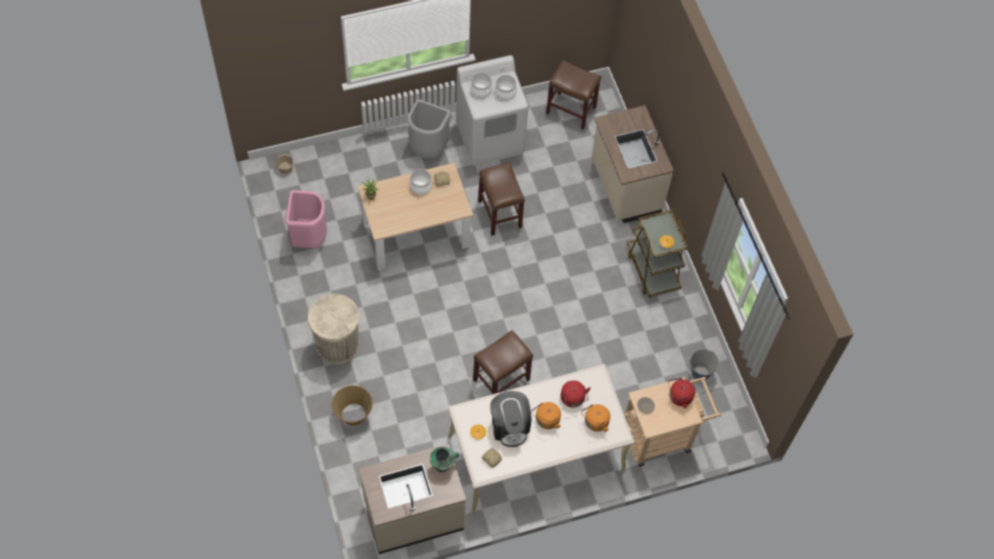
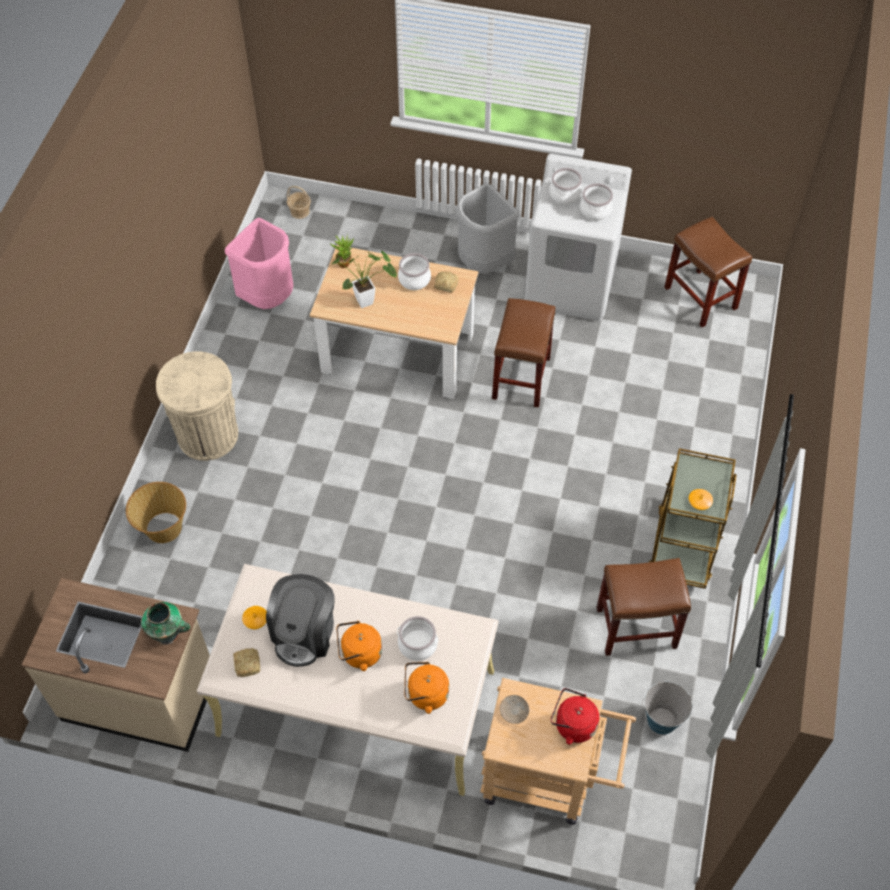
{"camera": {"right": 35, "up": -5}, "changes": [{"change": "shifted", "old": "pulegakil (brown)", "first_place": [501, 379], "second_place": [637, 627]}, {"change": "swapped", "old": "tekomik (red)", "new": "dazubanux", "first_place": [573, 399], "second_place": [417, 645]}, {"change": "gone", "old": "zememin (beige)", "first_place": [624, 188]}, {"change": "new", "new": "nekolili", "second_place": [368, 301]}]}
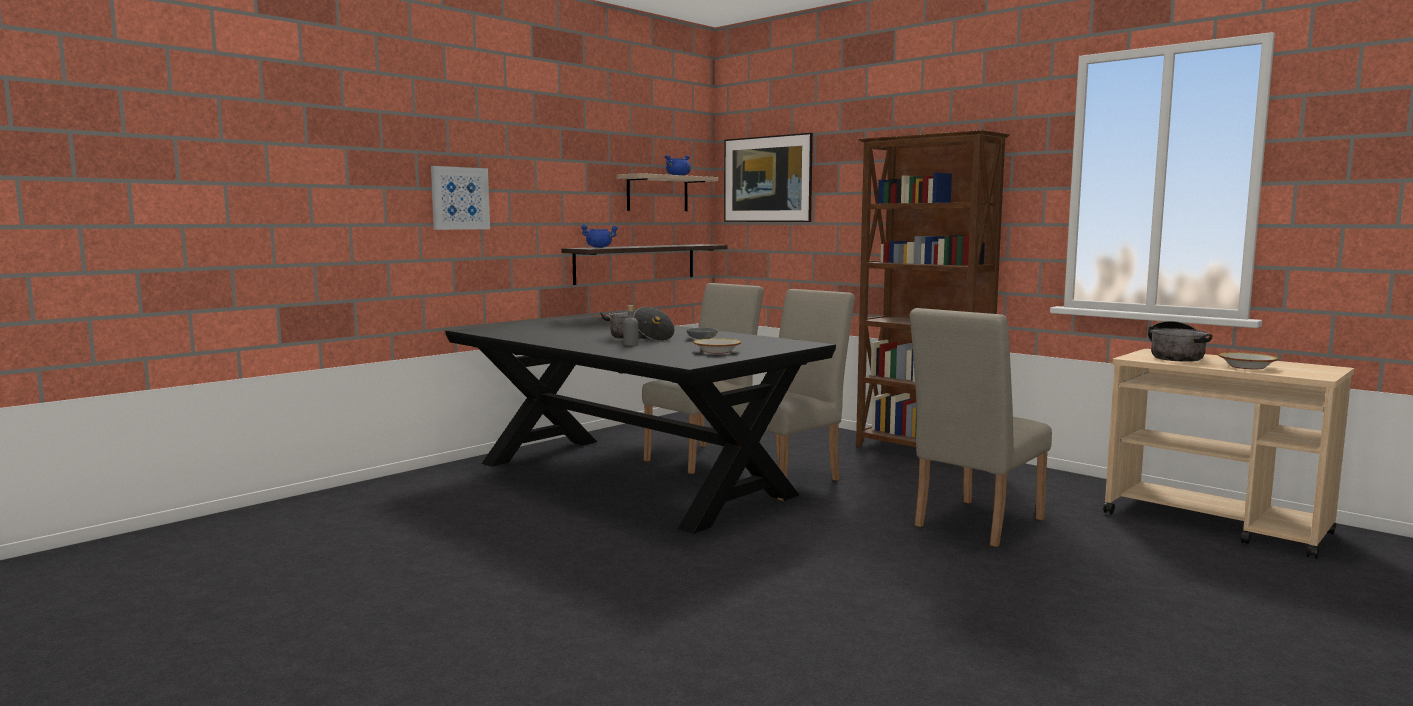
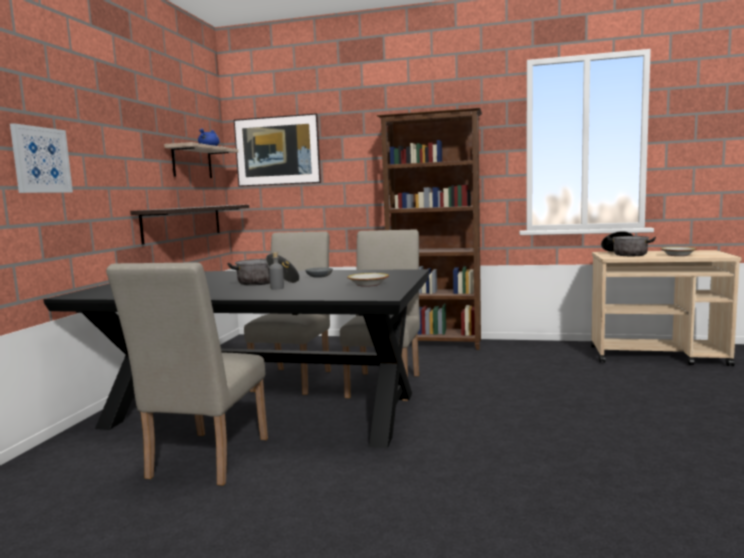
{"camera": {"right": -30, "up": 0}, "changes": [{"change": "gone", "old": "dazubanux (blue)", "first_place": [599, 247]}, {"change": "shifted", "old": "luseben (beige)", "first_place": [973, 525], "second_place": [203, 462]}]}
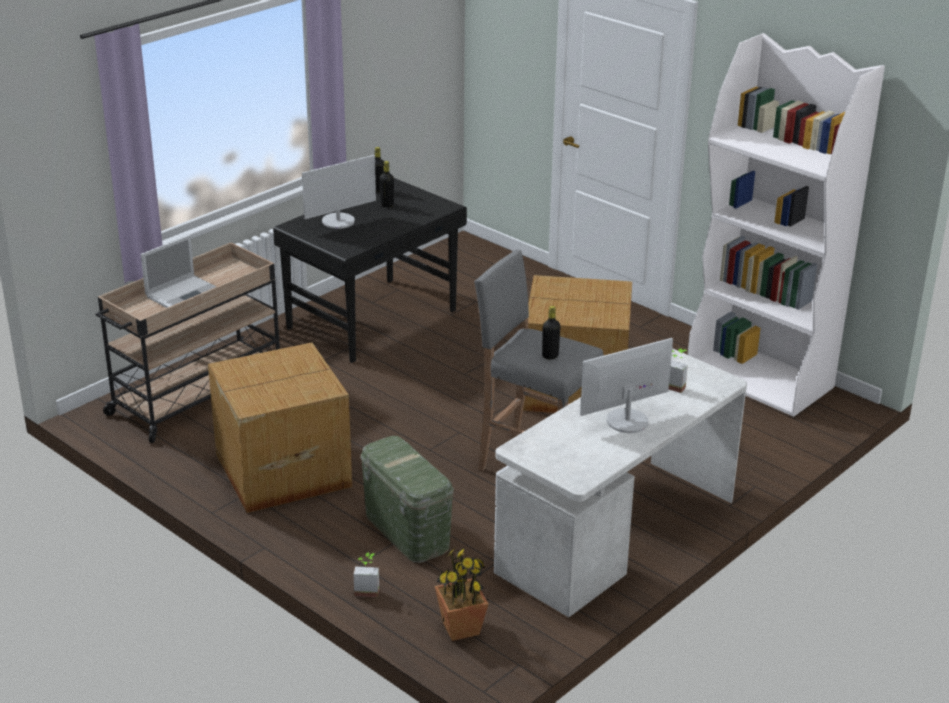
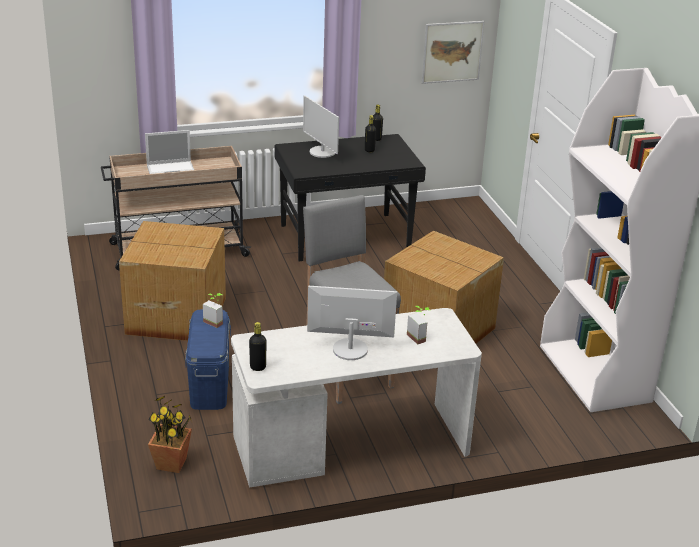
{"camera": {"right": 30, "up": 0}, "changes": [{"change": "rotated", "old": "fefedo", "first_place": [338, 221], "second_place": [322, 152], "degrees": 60}, {"change": "shifted", "old": "nekolili", "first_place": [367, 589], "second_place": [215, 321]}, {"change": "repainted", "old": "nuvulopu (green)", "new": "nuvulopu (blue)", "first_place": [406, 531], "second_place": [209, 385]}, {"change": "shifted", "old": "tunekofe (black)", "first_place": [550, 356], "second_place": [258, 367]}, {"change": "new", "new": "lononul", "second_place": [452, 52]}]}
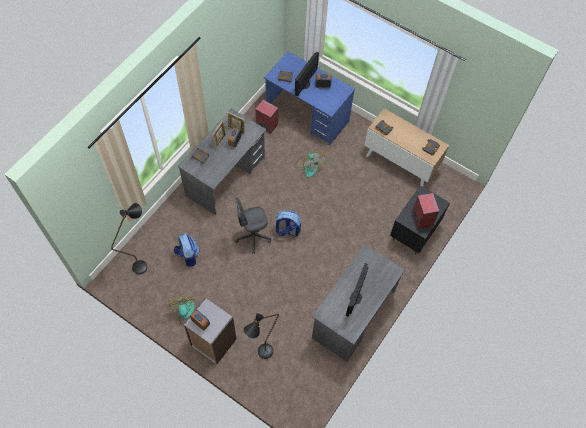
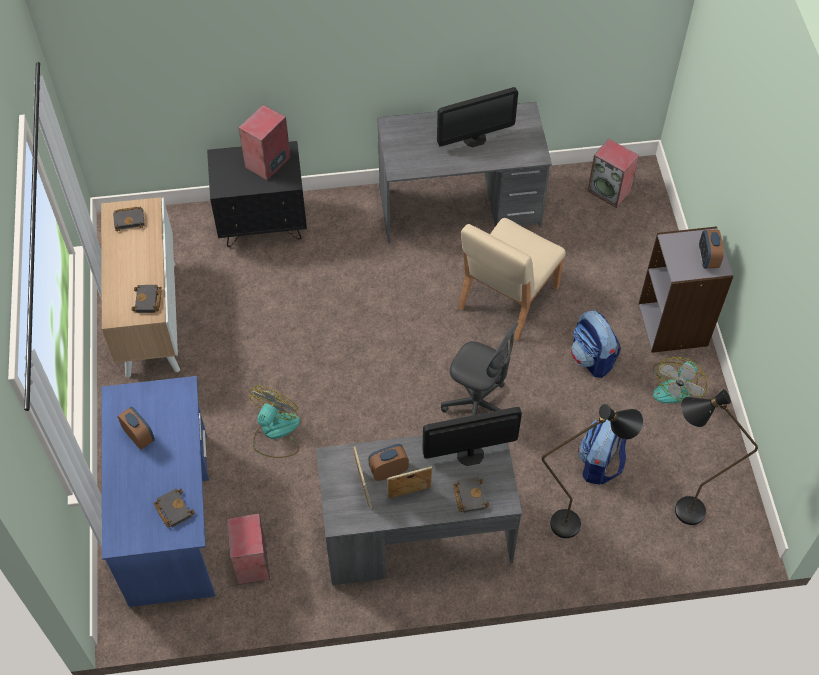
{"camera": {"right": -130, "up": -5}, "changes": [{"change": "shifted", "old": "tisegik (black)", "first_place": [261, 356], "second_place": [577, 523]}, {"change": "shifted", "old": "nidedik", "first_place": [287, 230], "second_place": [592, 359]}, {"change": "shifted", "old": "fefedo", "first_place": [305, 84], "second_place": [470, 455]}, {"change": "new", "new": "luseben (beige)", "second_place": [507, 298]}, {"change": "new", "new": "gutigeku", "second_place": [609, 191]}]}
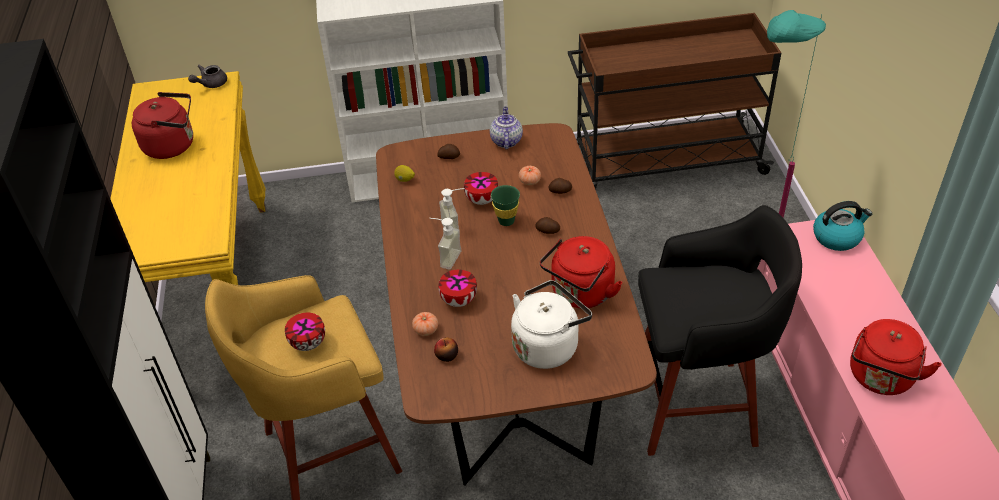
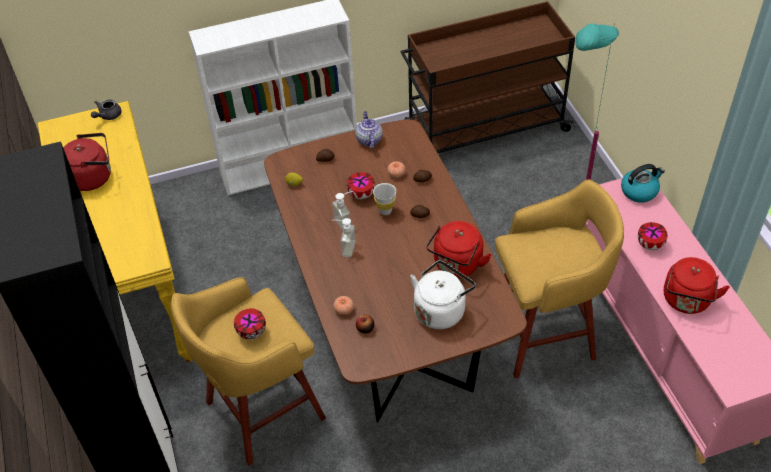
{"camera": {"right": -10, "up": 5}, "changes": [{"change": "shifted", "old": "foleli", "first_place": [458, 300], "second_place": [649, 245]}, {"change": "repainted", "old": "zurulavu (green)", "new": "zurulavu (white)", "first_place": [506, 221], "second_place": [385, 210]}, {"change": "repainted", "old": "pulegakil (black)", "new": "pulegakil (yellow)", "first_place": [697, 407], "second_place": [545, 334]}]}
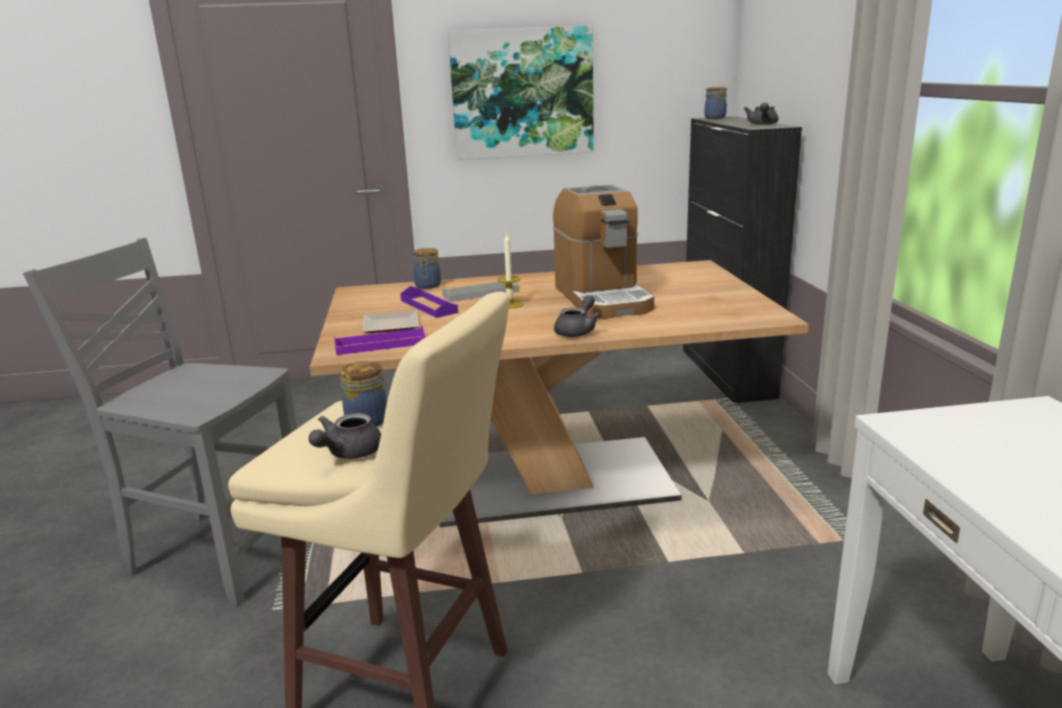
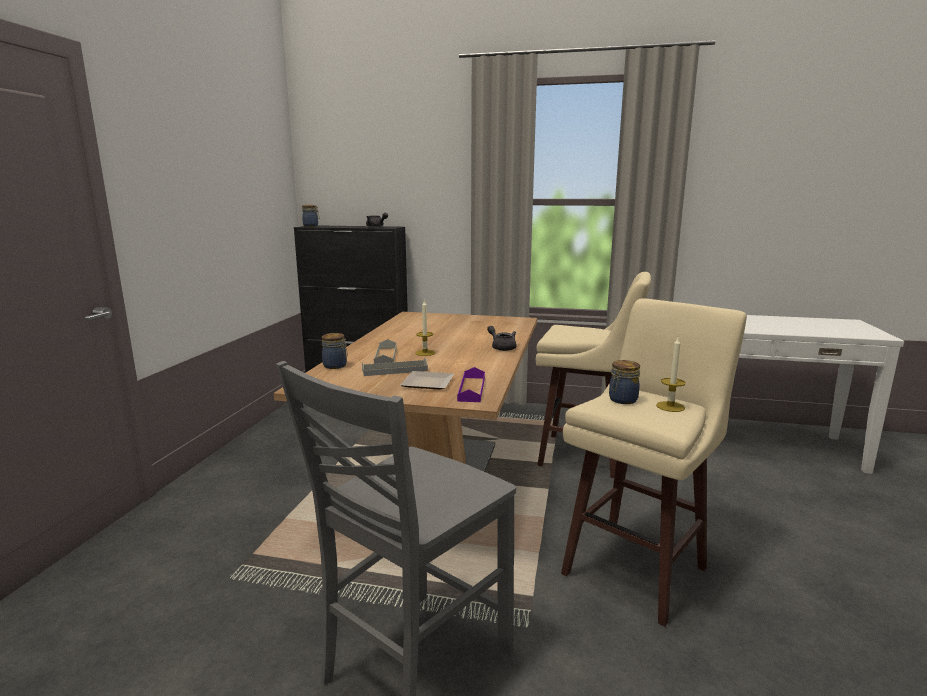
{"camera": {"right": -70, "up": -5}, "changes": [{"change": "swapped", "old": "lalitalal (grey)", "new": "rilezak", "first_place": [348, 453], "second_place": [670, 406]}, {"change": "repainted", "old": "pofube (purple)", "new": "pofube (grey)", "first_place": [428, 306], "second_place": [394, 370]}, {"change": "gone", "old": "lononul", "first_place": [522, 93]}, {"change": "gone", "old": "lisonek", "first_place": [602, 298]}, {"change": "new", "new": "pulegakil (beige)", "second_place": [584, 456]}]}
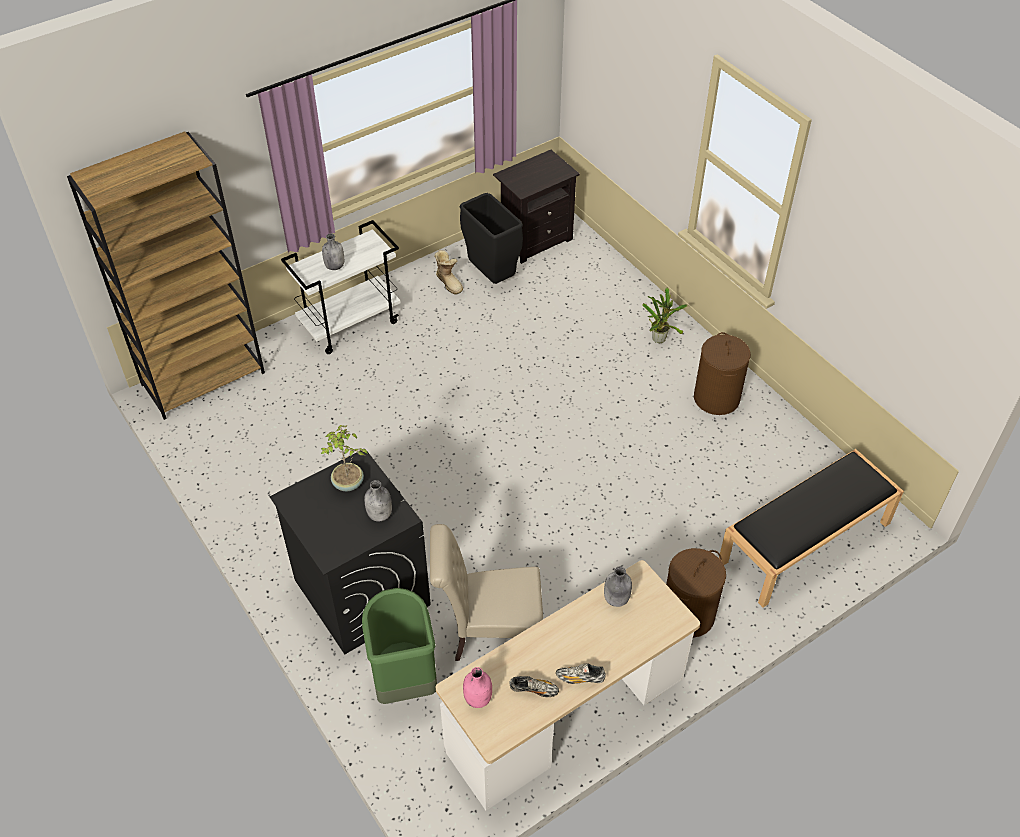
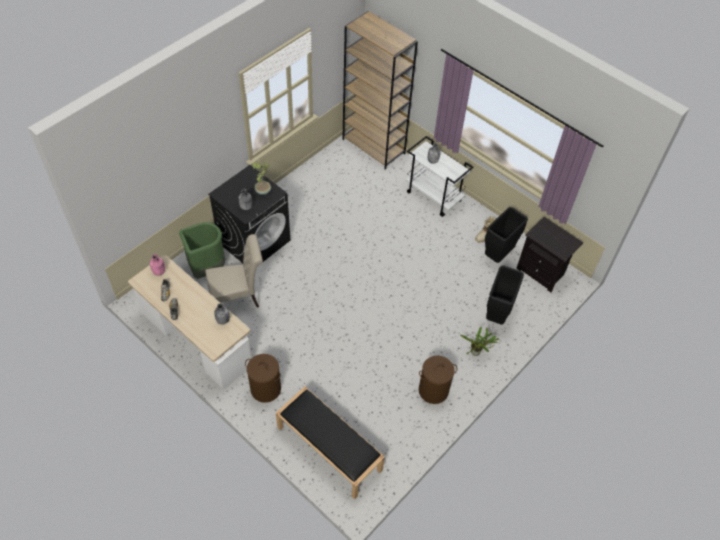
{"camera": {"right": 75, "up": 5}, "changes": [{"change": "rotated", "old": "luseben (beige)", "first_place": [489, 634], "second_place": [238, 299], "degrees": 90}, {"change": "new", "new": "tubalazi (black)", "second_place": [497, 314]}]}
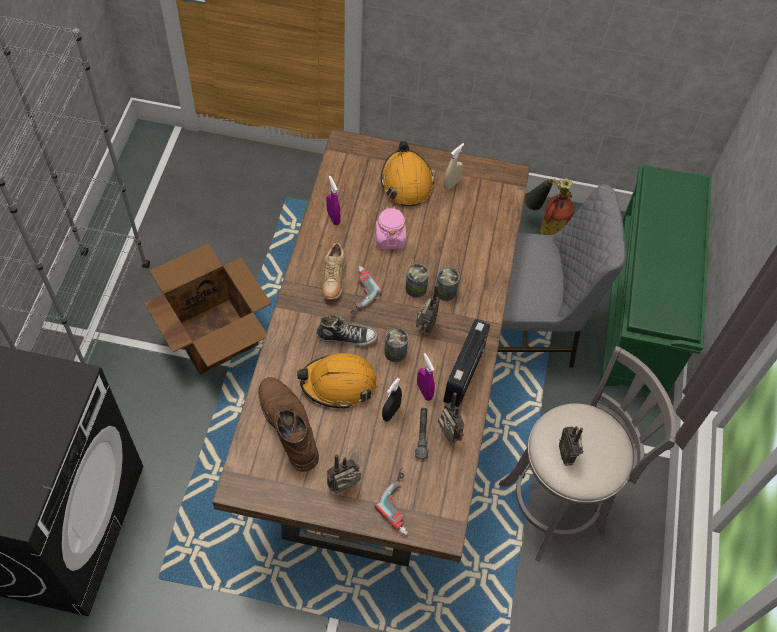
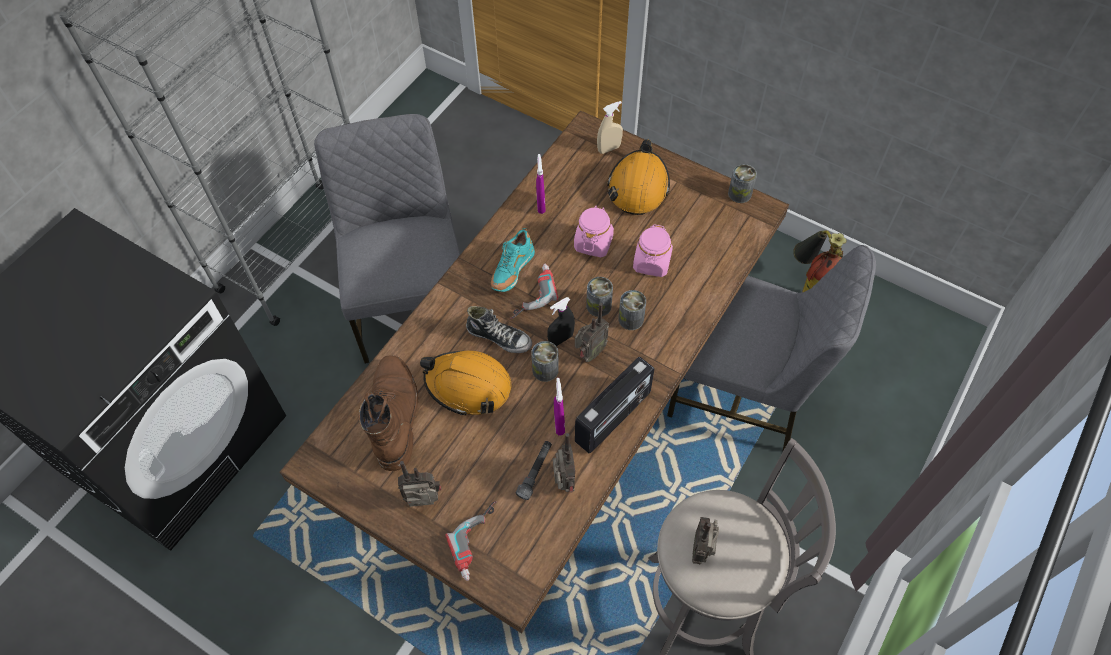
{"camera": {"right": 25, "up": 0}, "changes": [{"change": "swapped", "old": "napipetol", "new": "luseben (grey)", "first_place": [214, 335], "second_place": [412, 303]}, {"change": "repainted", "old": "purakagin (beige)", "new": "purakagin (turquoise)", "first_place": [333, 280], "second_place": [512, 272]}, {"change": "shifted", "old": "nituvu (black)", "first_place": [391, 412], "second_place": [561, 339]}, {"change": "shifted", "old": "nituvu (beige)", "first_place": [452, 184], "second_place": [609, 149]}, {"change": "gone", "old": "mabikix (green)", "first_place": [639, 315]}, {"change": "new", "new": "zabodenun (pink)", "second_place": [652, 263]}, {"change": "new", "new": "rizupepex", "second_place": [739, 194]}]}
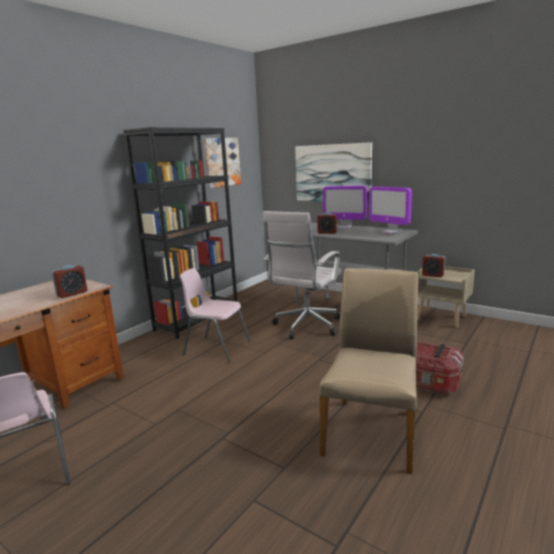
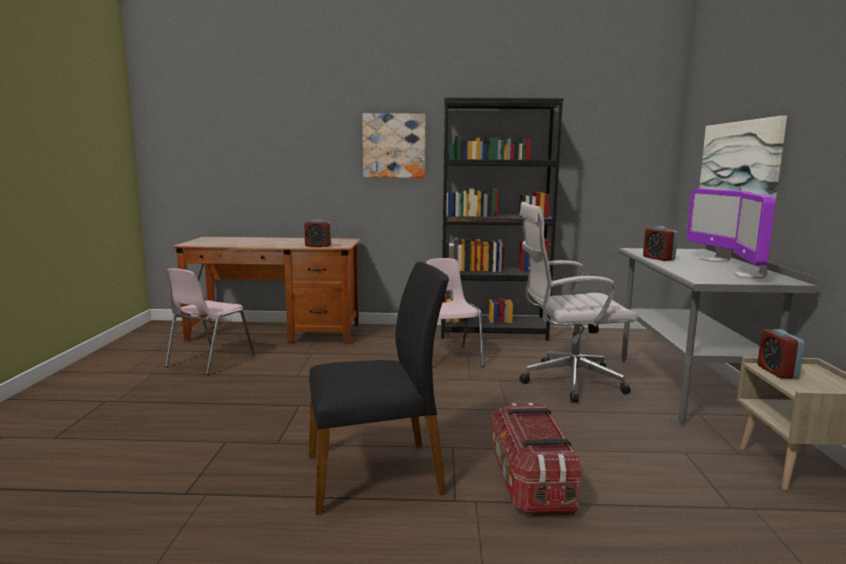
{"camera": {"right": 55, "up": -5}, "changes": [{"change": "shifted", "old": "lononul", "first_place": [221, 162], "second_place": [394, 146]}, {"change": "repainted", "old": "luseben (beige)", "new": "luseben (black)", "first_place": [371, 431], "second_place": [376, 474]}]}
